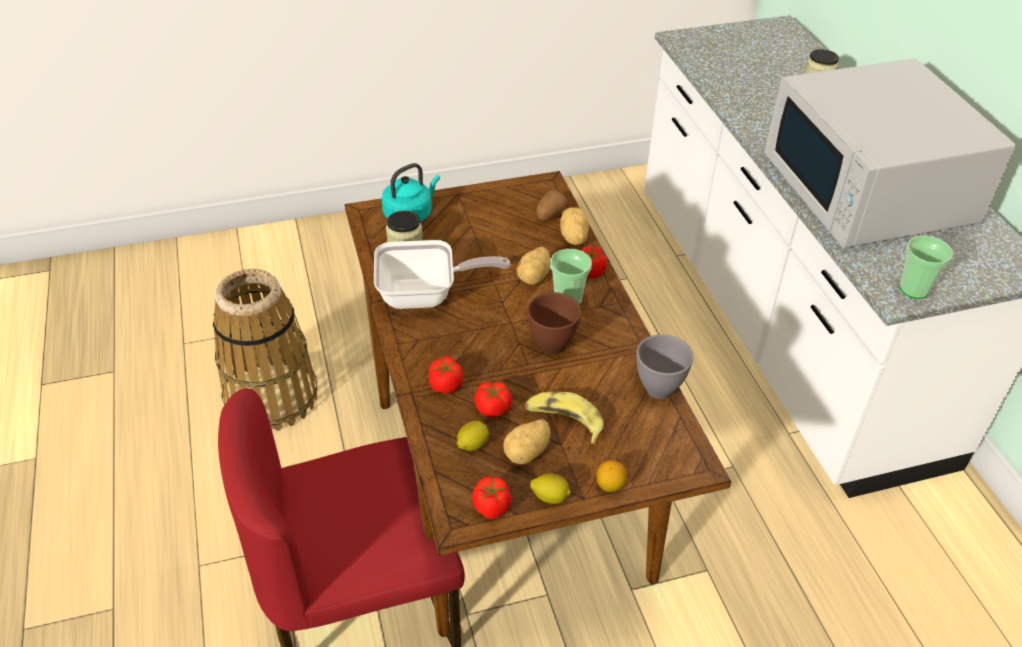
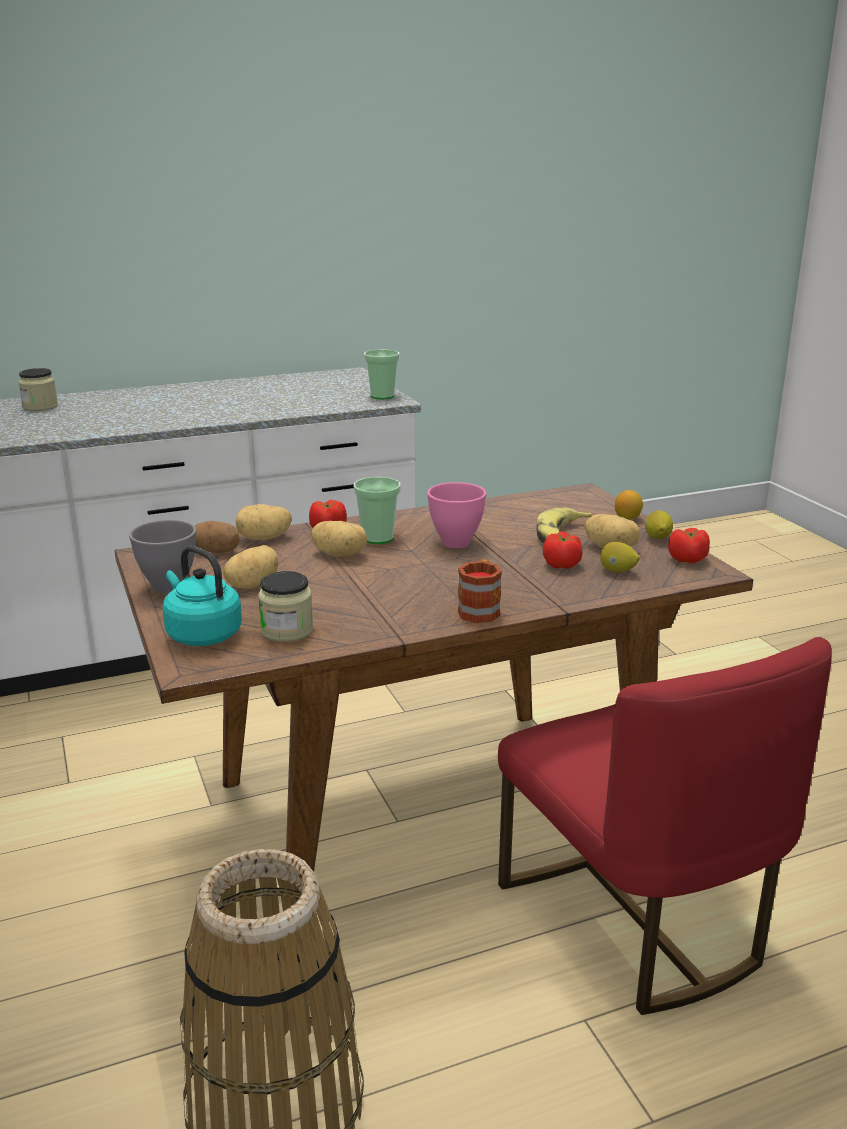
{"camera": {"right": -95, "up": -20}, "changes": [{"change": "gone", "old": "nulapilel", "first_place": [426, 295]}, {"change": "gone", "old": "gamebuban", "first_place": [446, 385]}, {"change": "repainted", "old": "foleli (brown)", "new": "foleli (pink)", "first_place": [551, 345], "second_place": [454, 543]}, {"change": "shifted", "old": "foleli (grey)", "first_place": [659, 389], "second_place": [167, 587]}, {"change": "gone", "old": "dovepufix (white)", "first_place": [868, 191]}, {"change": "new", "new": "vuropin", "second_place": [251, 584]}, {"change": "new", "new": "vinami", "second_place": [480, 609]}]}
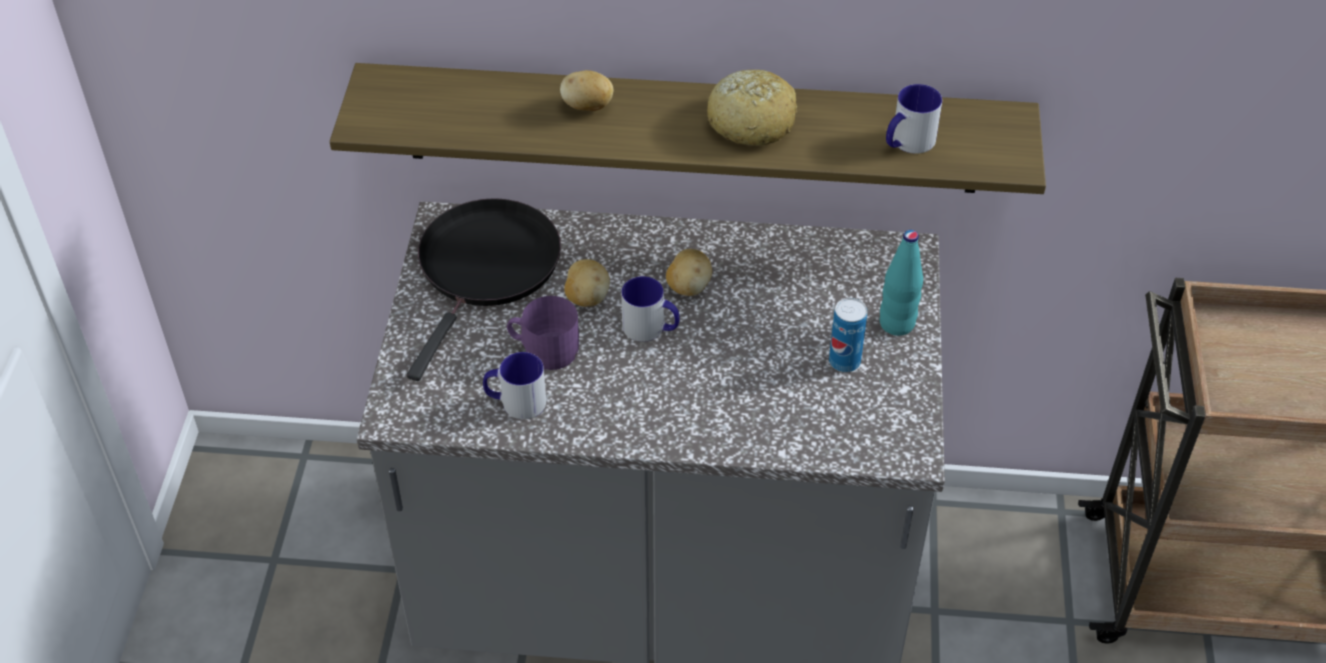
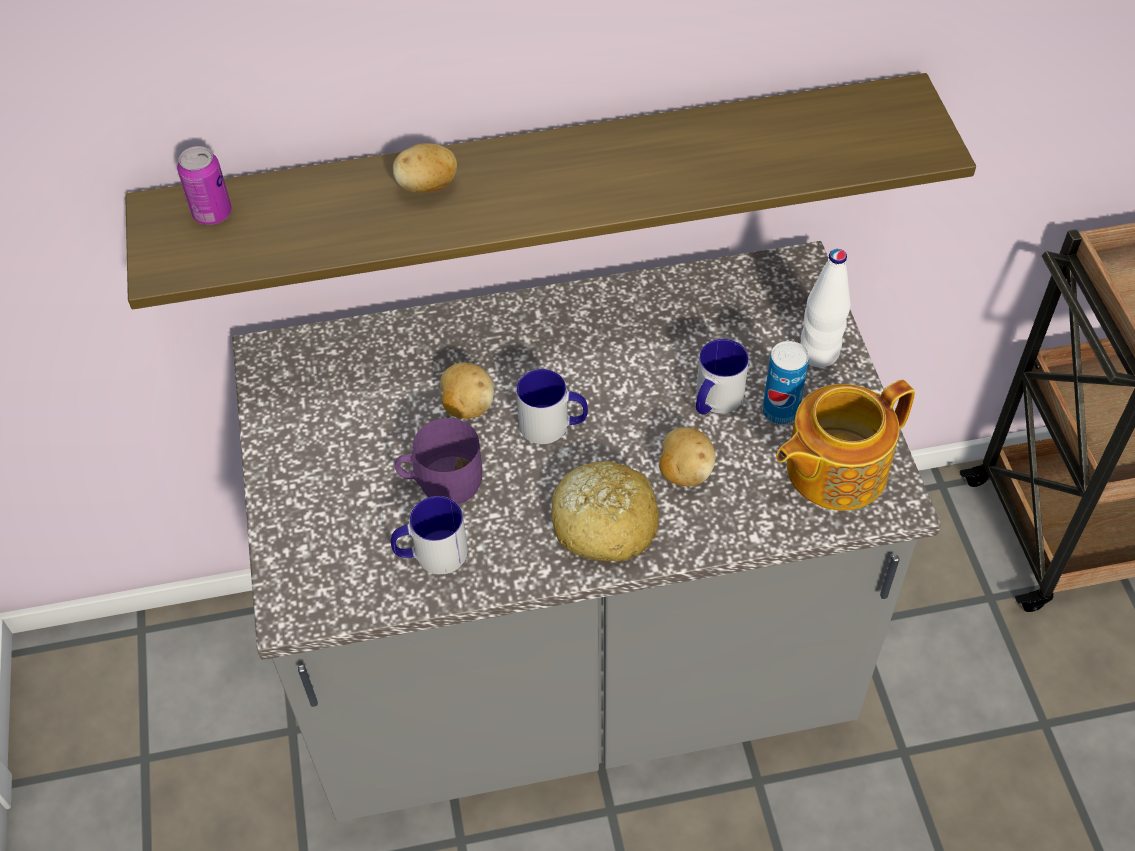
{"camera": {"right": -15, "up": 5}, "changes": [{"change": "gone", "old": "nulapilel (black)", "first_place": [486, 268]}, {"change": "shifted", "old": "vuropin", "first_place": [688, 286], "second_place": [684, 471]}, {"change": "shifted", "old": "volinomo", "first_place": [751, 121], "second_place": [604, 523]}, {"change": "repainted", "old": "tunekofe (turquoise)", "new": "tunekofe (white)", "first_place": [897, 324], "second_place": [819, 353]}, {"change": "shifted", "old": "vinami", "first_place": [907, 143], "second_place": [714, 401]}, {"change": "new", "new": "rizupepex", "second_place": [212, 213]}, {"change": "new", "new": "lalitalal", "second_place": [833, 469]}]}
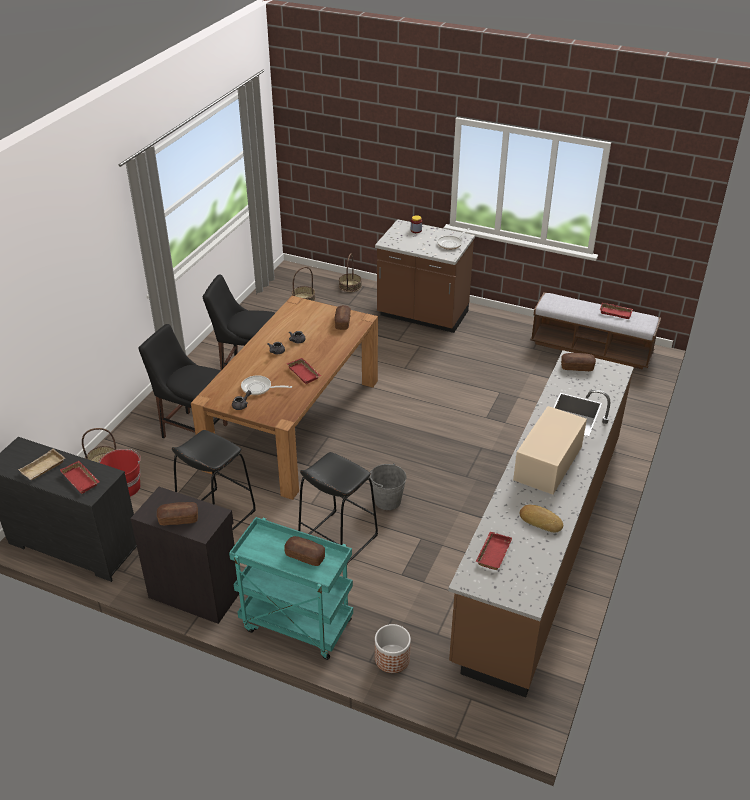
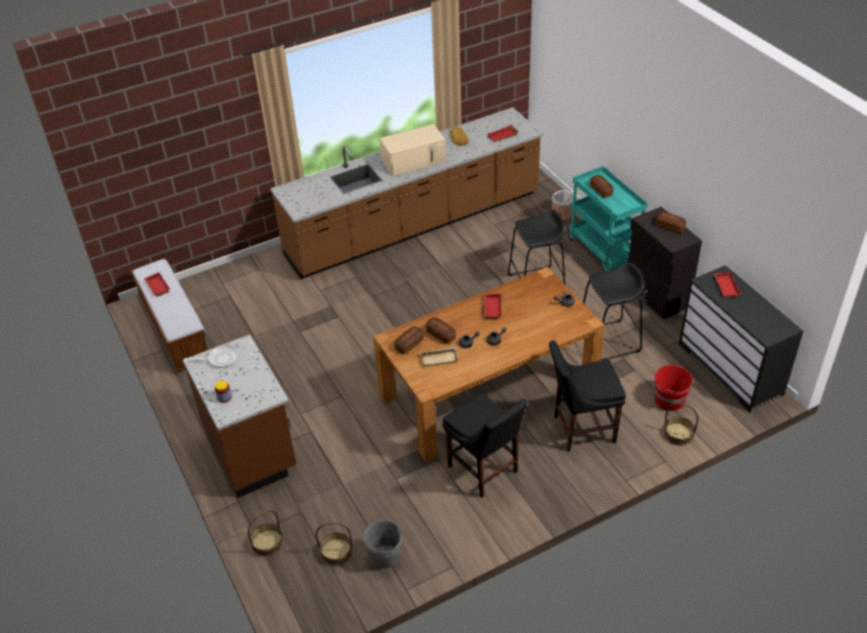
{"camera": {"right": -140, "up": 5}, "changes": [{"change": "shifted", "old": "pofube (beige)", "first_place": [43, 468], "second_place": [439, 358]}, {"change": "rotated", "old": "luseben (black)", "first_place": [192, 429], "second_place": [580, 429], "degrees": 105}, {"change": "gone", "old": "nulapilel", "first_place": [259, 388]}, {"change": "shifted", "old": "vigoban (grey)", "first_place": [387, 500], "second_place": [385, 556]}, {"change": "shifted", "old": "volinomo", "first_place": [577, 367], "second_place": [440, 335]}]}
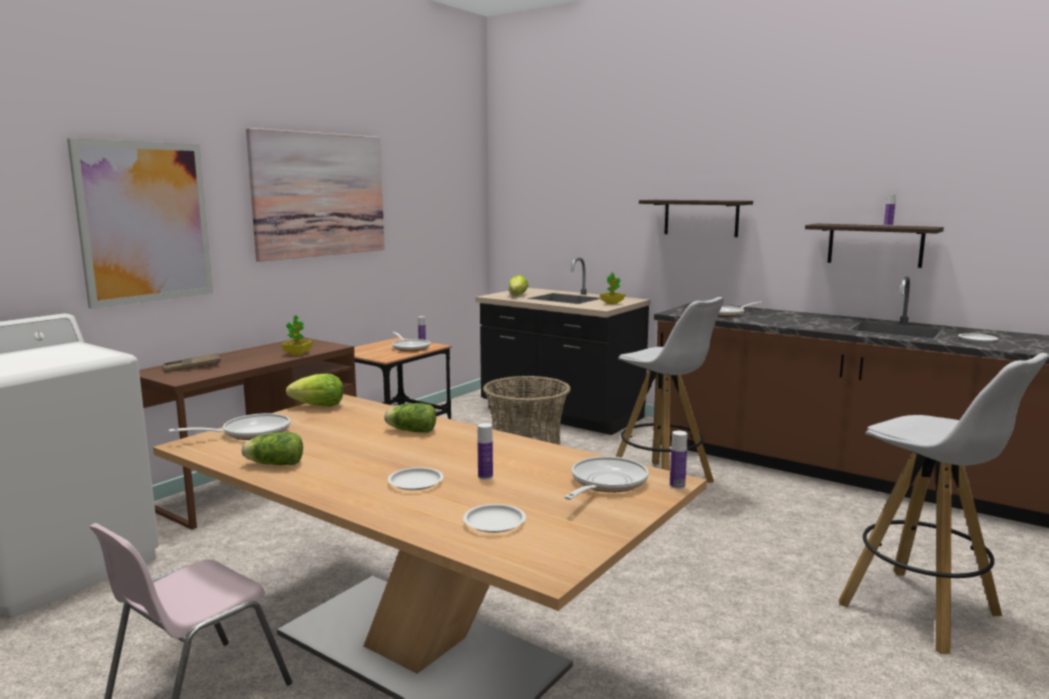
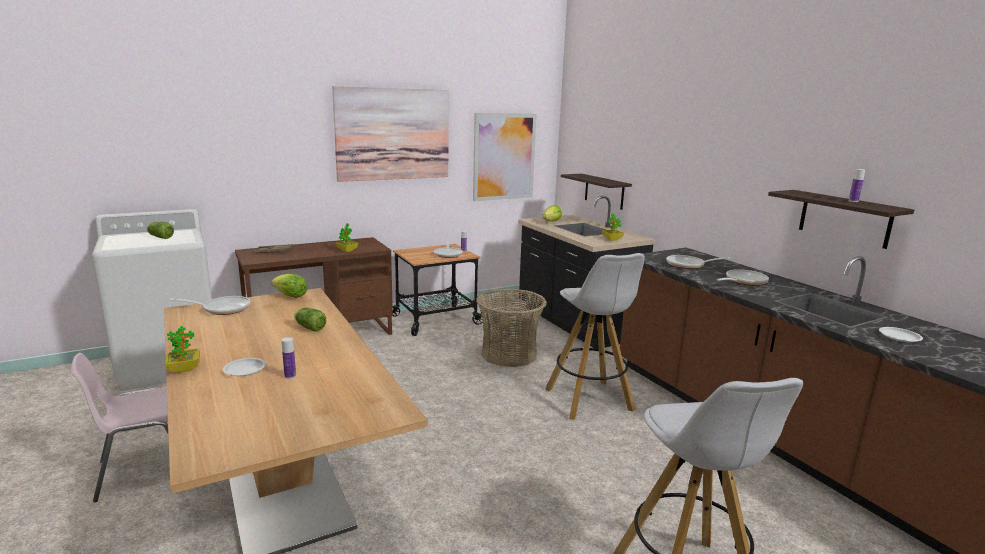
{"camera": {"right": 25, "up": 5}, "changes": [{"change": "shifted", "old": "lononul", "first_place": [145, 222], "second_place": [504, 157]}, {"change": "shifted", "old": "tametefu", "first_place": [273, 464], "second_place": [160, 237]}, {"change": "gone", "old": "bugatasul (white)", "first_place": [494, 522]}, {"change": "shifted", "old": "nulapilel", "first_place": [605, 483], "second_place": [743, 281]}, {"change": "shifted", "old": "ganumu", "first_place": [701, 217], "second_place": [604, 191]}, {"change": "gone", "old": "tunekofe", "first_place": [677, 485]}, {"change": "new", "new": "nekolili", "second_place": [184, 369]}]}
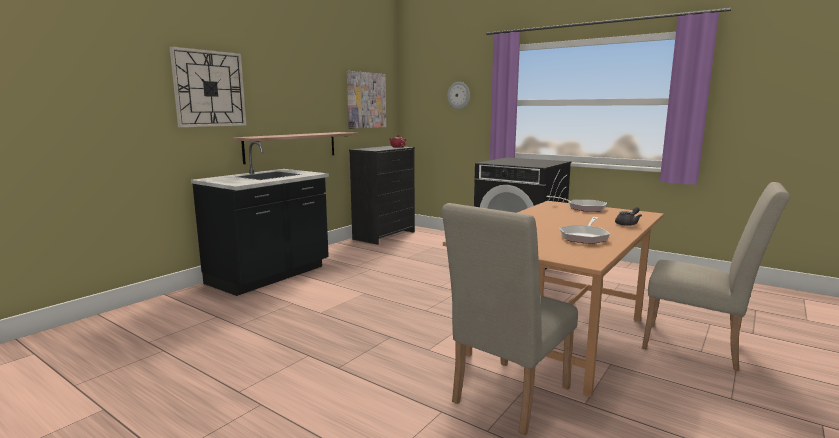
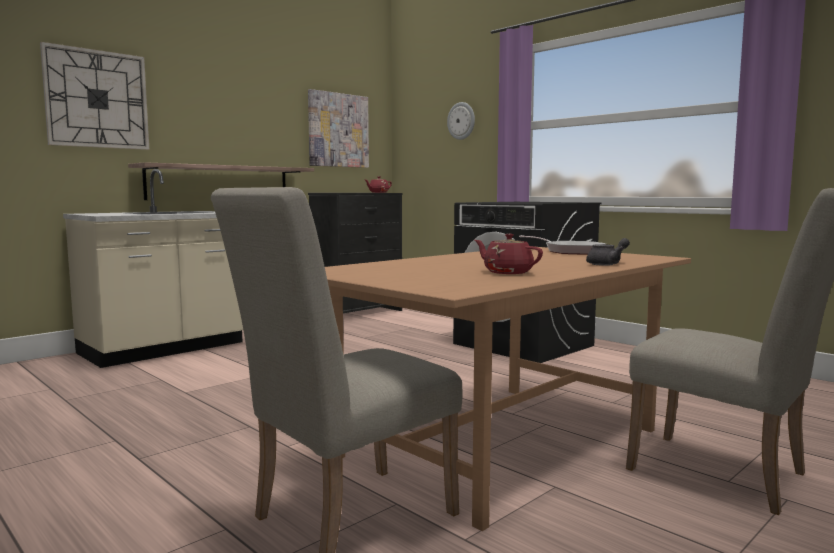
{"camera": {"right": 10, "up": -5}, "changes": [{"change": "repainted", "old": "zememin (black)", "new": "zememin (beige)", "first_place": [270, 276], "second_place": [165, 349]}, {"change": "swapped", "old": "nulapilel", "new": "lalitalal (red)", "first_place": [584, 237], "second_place": [507, 272]}]}
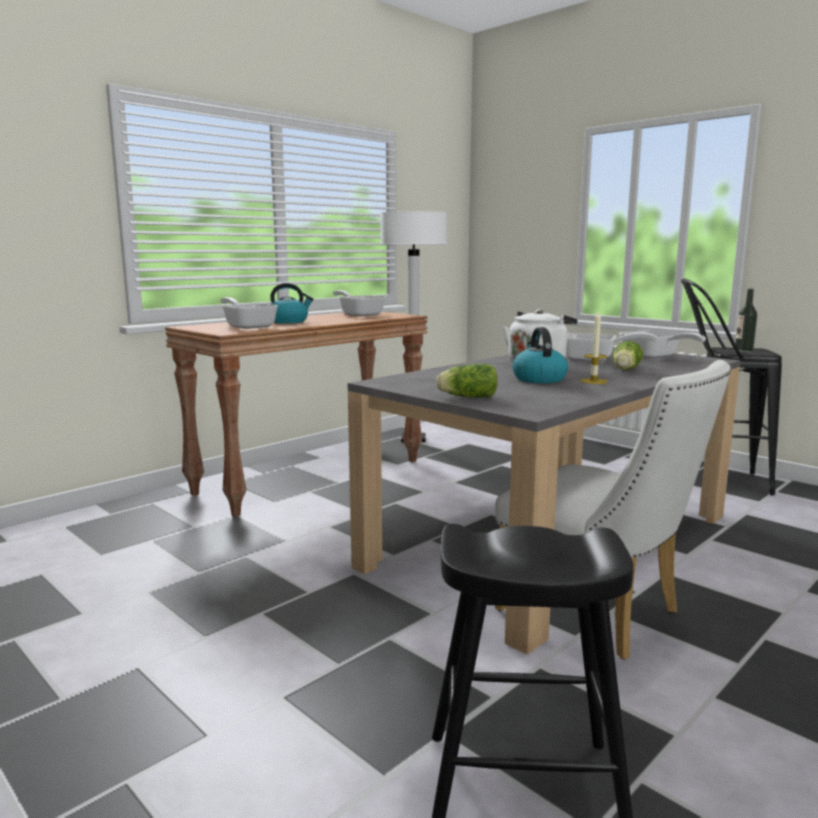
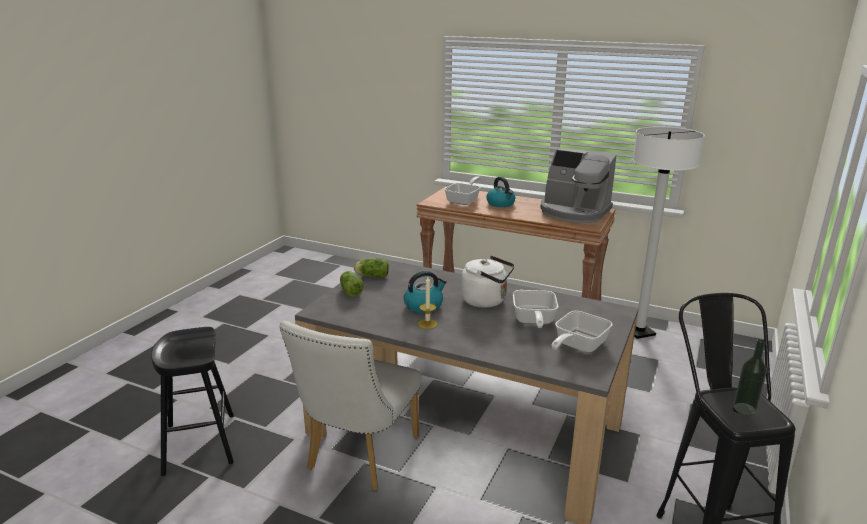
{"camera": {"right": 70, "up": 10}, "changes": [{"change": "swapped", "old": "nulapilel", "new": "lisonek", "first_place": [359, 314], "second_place": [574, 212]}, {"change": "shifted", "old": "tametefu", "first_place": [625, 370], "second_place": [371, 276]}]}
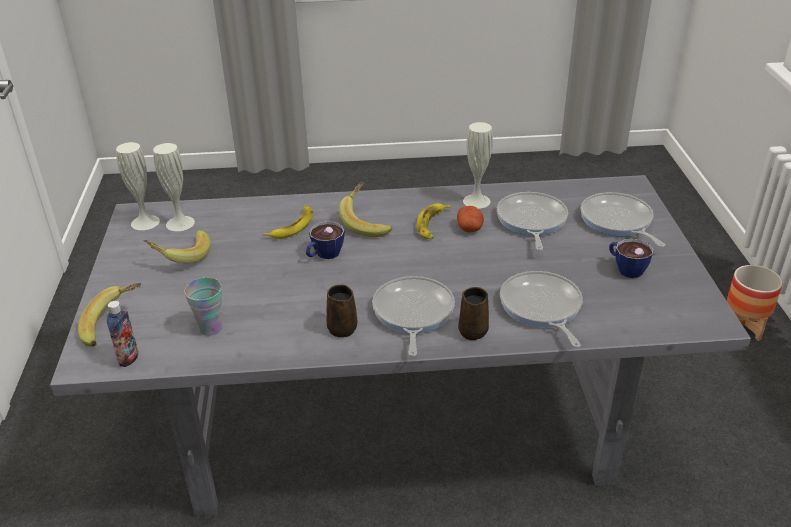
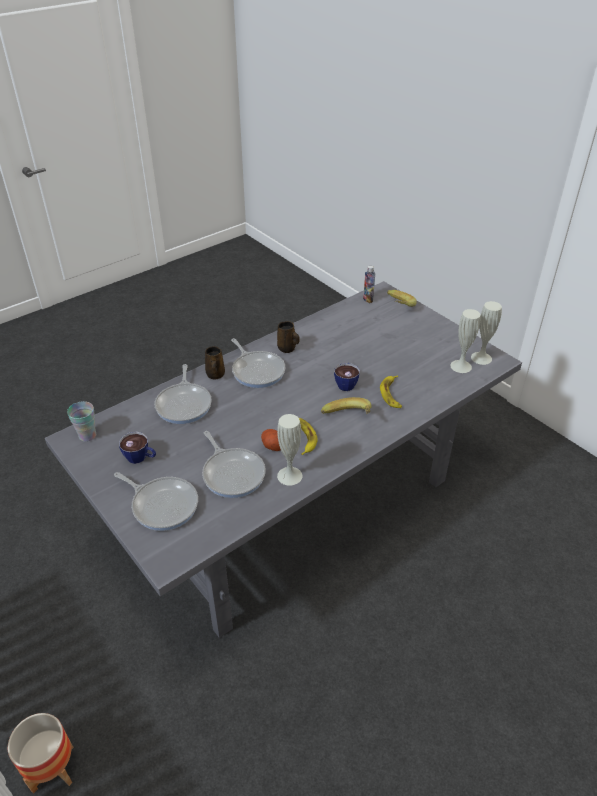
{"camera": {"right": 145, "up": 5}, "changes": [{"change": "gone", "old": "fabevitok", "first_place": [181, 256]}, {"change": "shifted", "old": "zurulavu", "first_place": [210, 328], "second_place": [87, 435]}, {"change": "rotated", "old": "nulapilel", "first_place": [541, 308], "second_place": [184, 404], "degrees": 45}]}
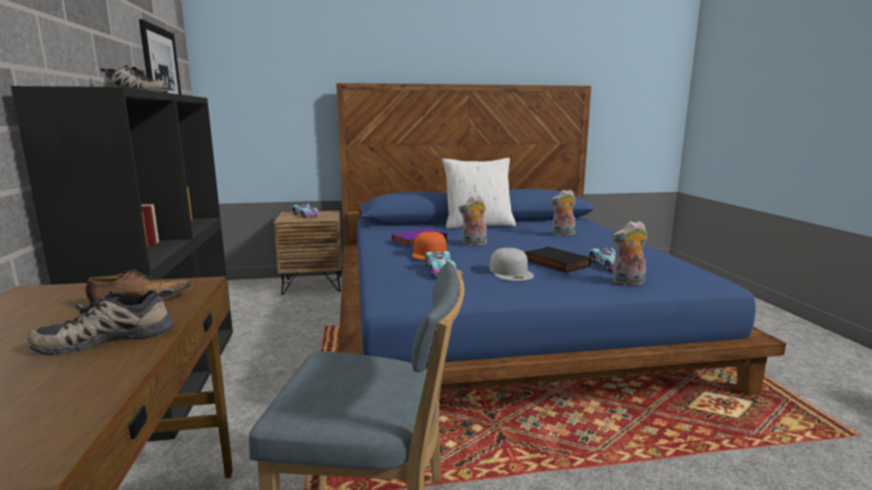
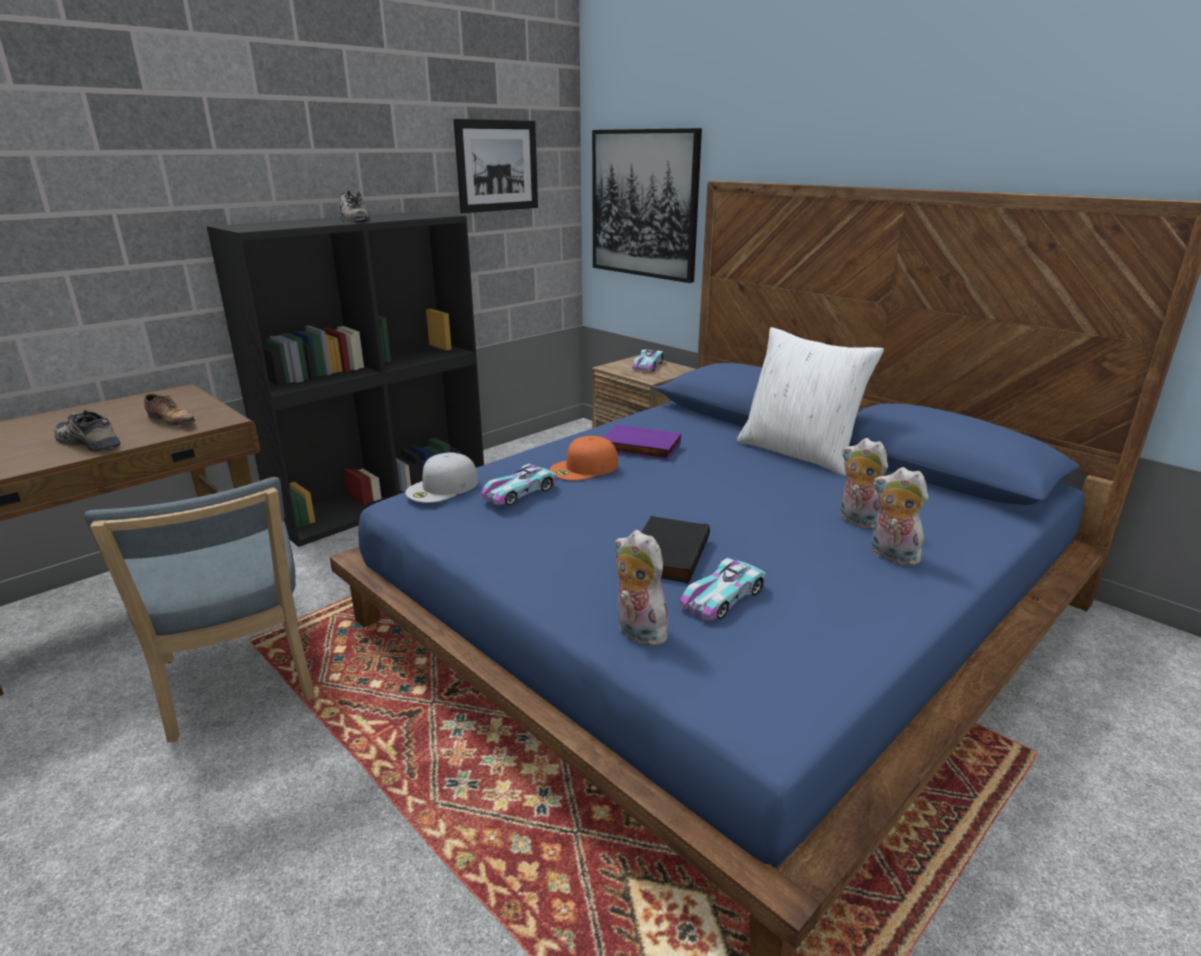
{"camera": {"right": 55, "up": 10}, "changes": [{"change": "shifted", "old": "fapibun", "first_place": [474, 244], "second_place": [891, 556]}, {"change": "shifted", "old": "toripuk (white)", "first_place": [511, 272], "second_place": [442, 487]}, {"change": "new", "new": "lononul", "second_place": [644, 204]}]}
